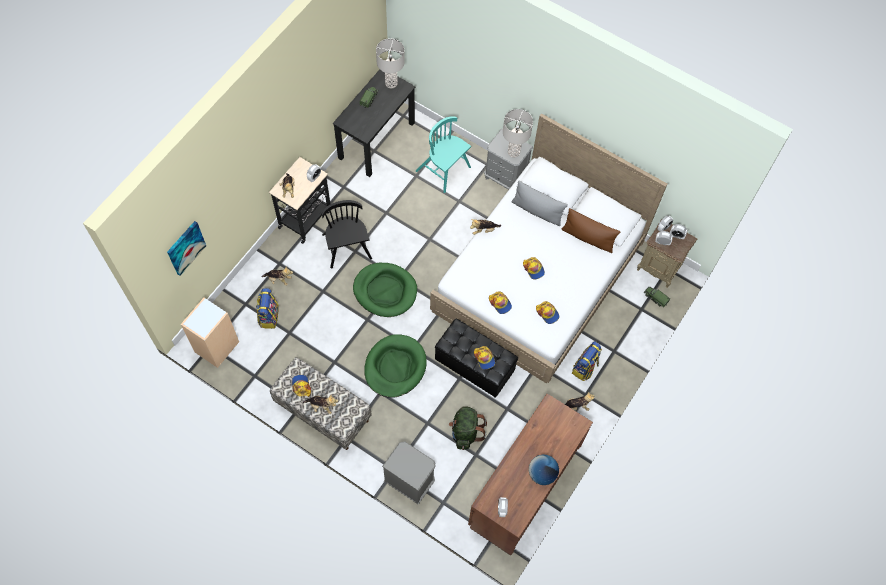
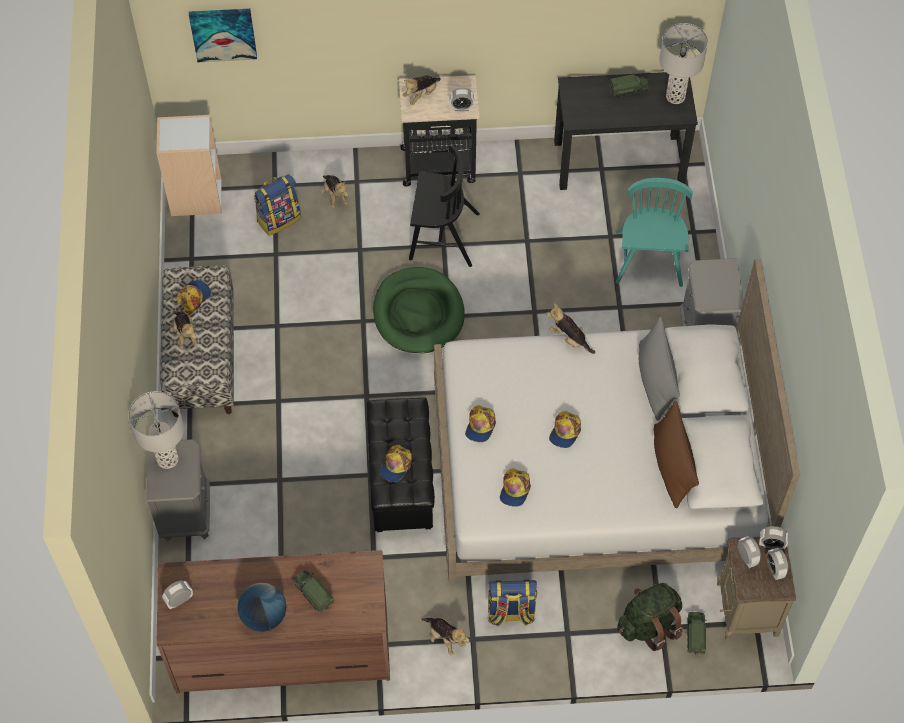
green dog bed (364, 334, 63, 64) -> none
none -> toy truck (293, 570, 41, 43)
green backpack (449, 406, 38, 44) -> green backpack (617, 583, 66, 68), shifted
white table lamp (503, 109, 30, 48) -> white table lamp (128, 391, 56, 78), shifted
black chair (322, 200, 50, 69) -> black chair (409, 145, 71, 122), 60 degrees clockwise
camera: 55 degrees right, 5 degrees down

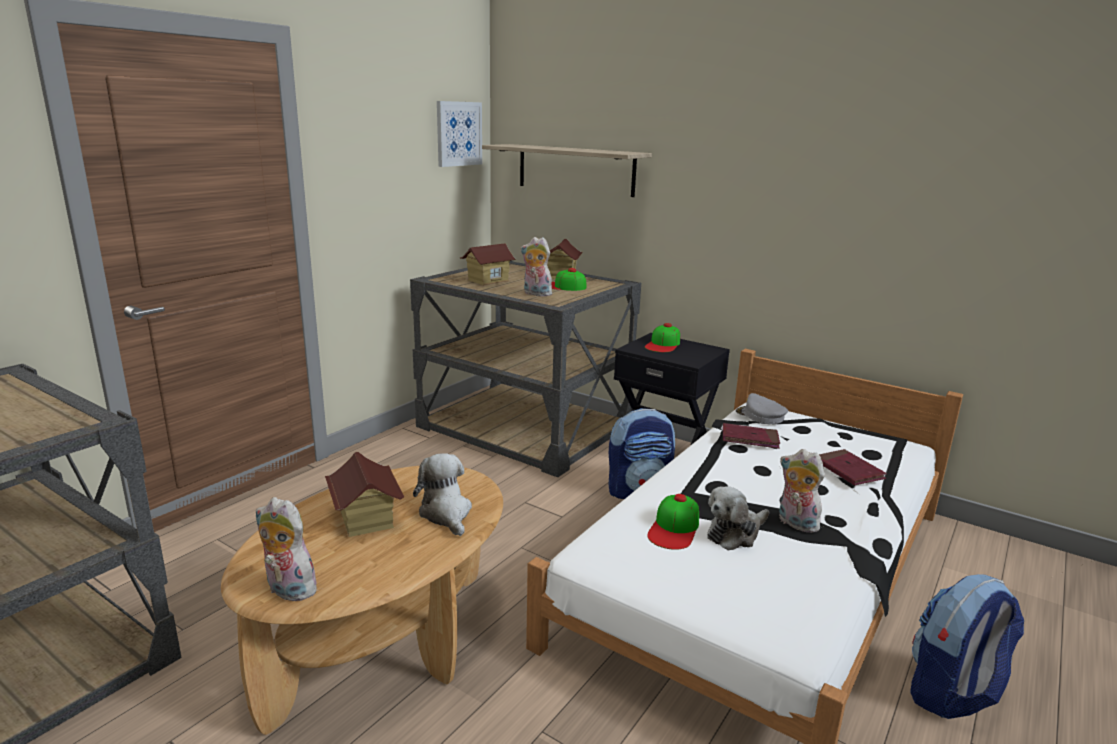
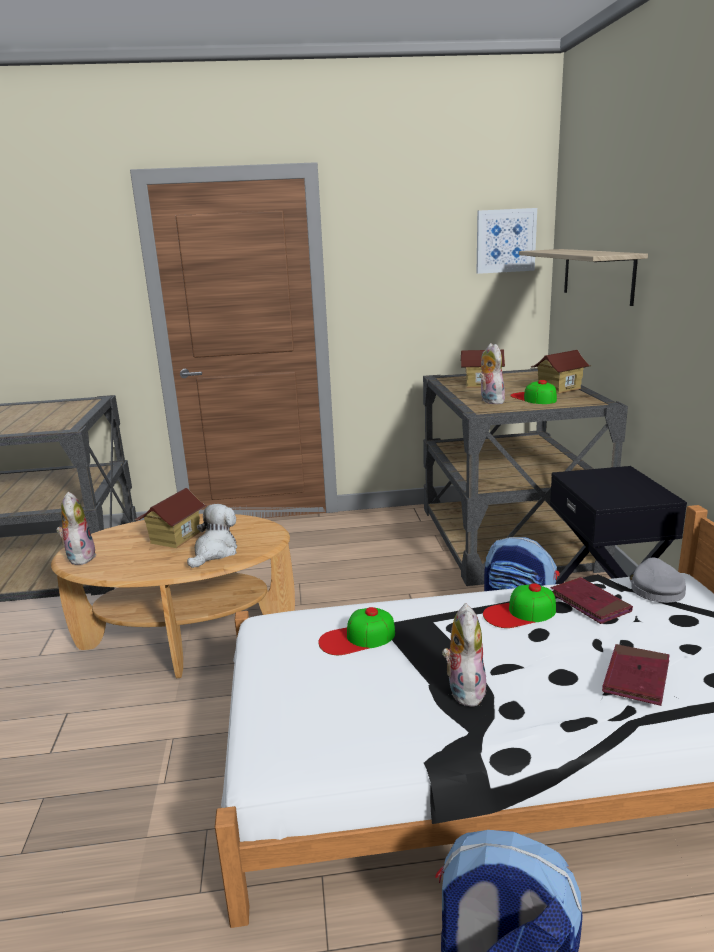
plush toy (707, 486, 62, 64) -> none
cap (645, 323, 35, 29) -> cap (483, 583, 73, 45), shifted
camera: 50 degrees right, 0 degrees up

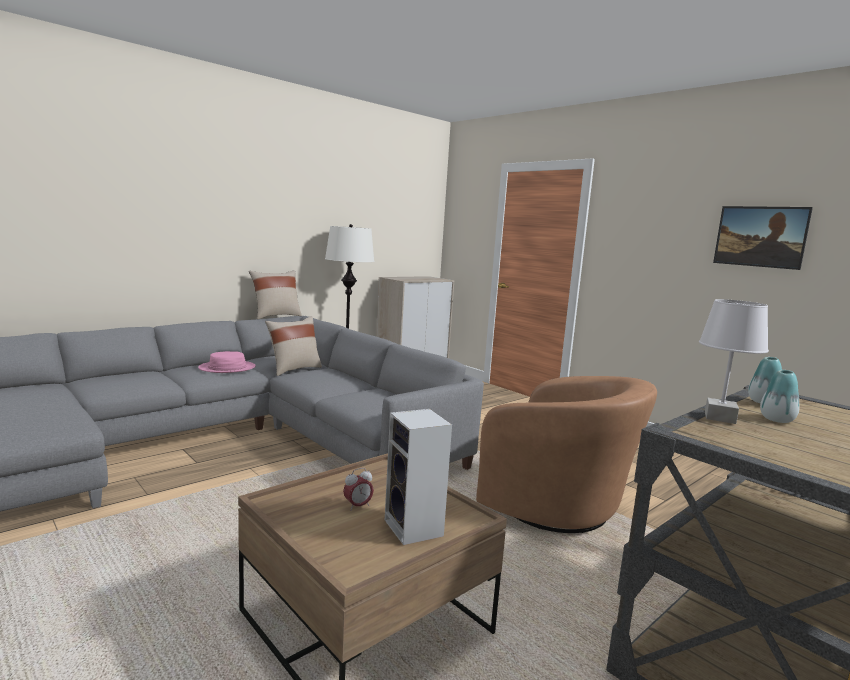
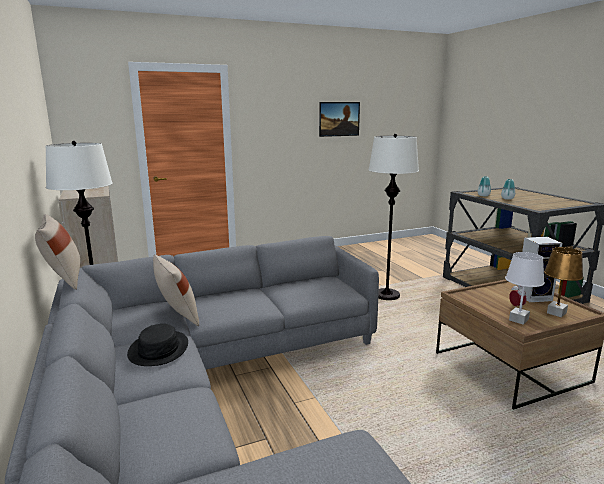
none -> brown table lamp (544, 247, 39, 70)
white table lamp (699, 299, 70, 125) -> white table lamp (505, 252, 40, 73), shifted
brown armchair (476, 376, 181, 157) -> white floor lamp (368, 134, 51, 166)
pink hat (198, 351, 57, 22) -> black hat (127, 324, 61, 42)
camera: 70 degrees left, 5 degrees up

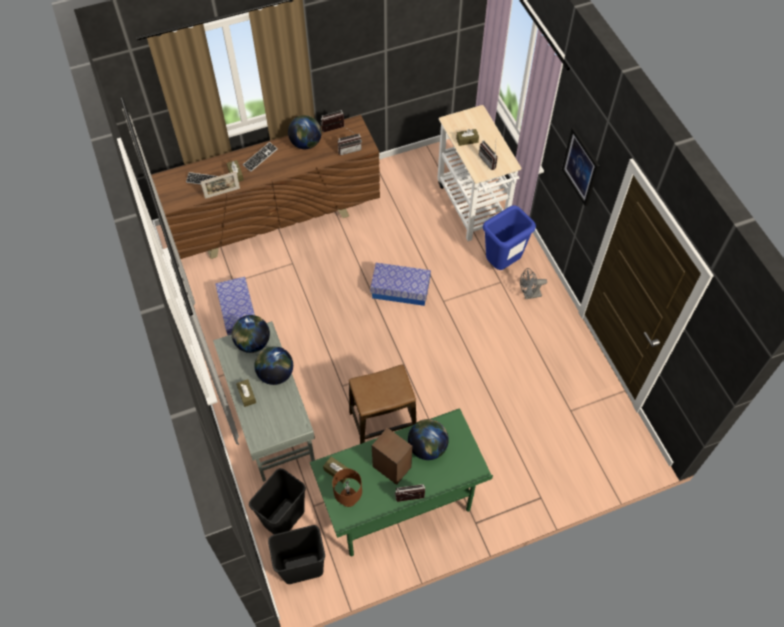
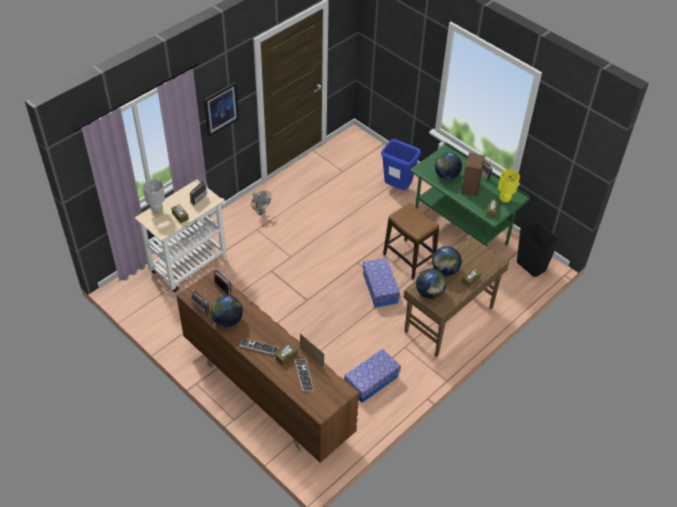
black trash can (249, 468, 57, 66) -> none
none -> grey table lamp (143, 179, 22, 35)
storage box (370, 263, 61, 43) -> storage box (363, 258, 37, 49), shifted
blue trash can (483, 206, 53, 64) -> blue trash can (381, 139, 40, 51), shifted
grey console table (213, 321, 102, 161) -> brown console table (403, 236, 106, 121)
brown table lamp (332, 468, 30, 39) -> yellow table lamp (498, 170, 22, 33)
camera: 115 degrees left, 10 degrees down

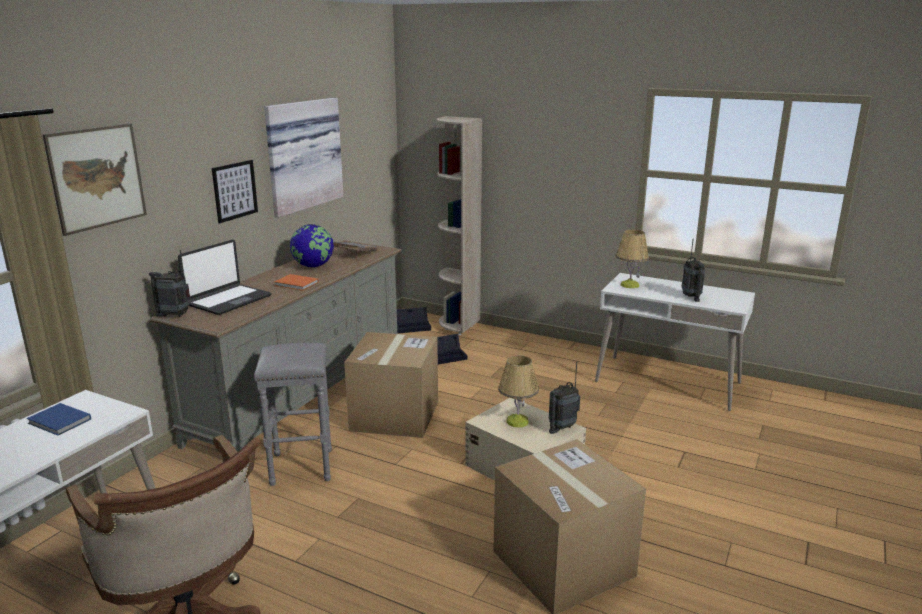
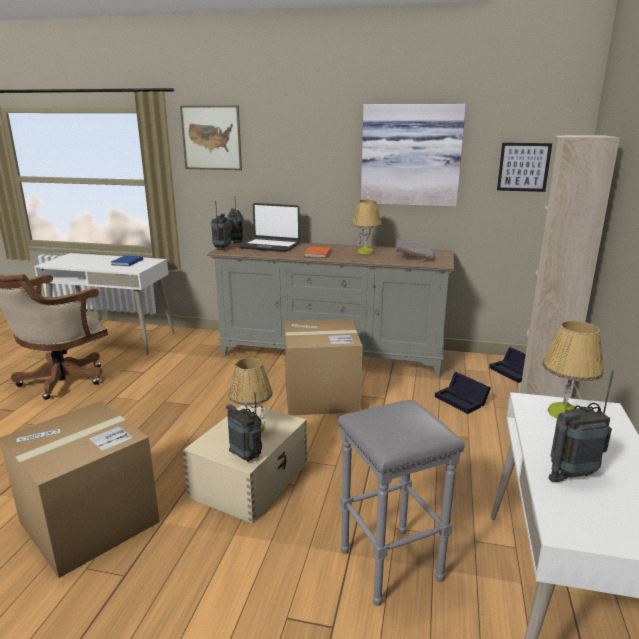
none -> radio (211, 201, 20, 49)
picture (212, 160, 46, 63) -> picture (497, 143, 55, 49), shifted
grey stool (254, 343, 78, 143) -> grey stool (338, 400, 127, 206), shifted
globe (290, 224, 44, 43) -> table lamp (352, 200, 30, 54)
camera: 75 degrees right, 0 degrees up

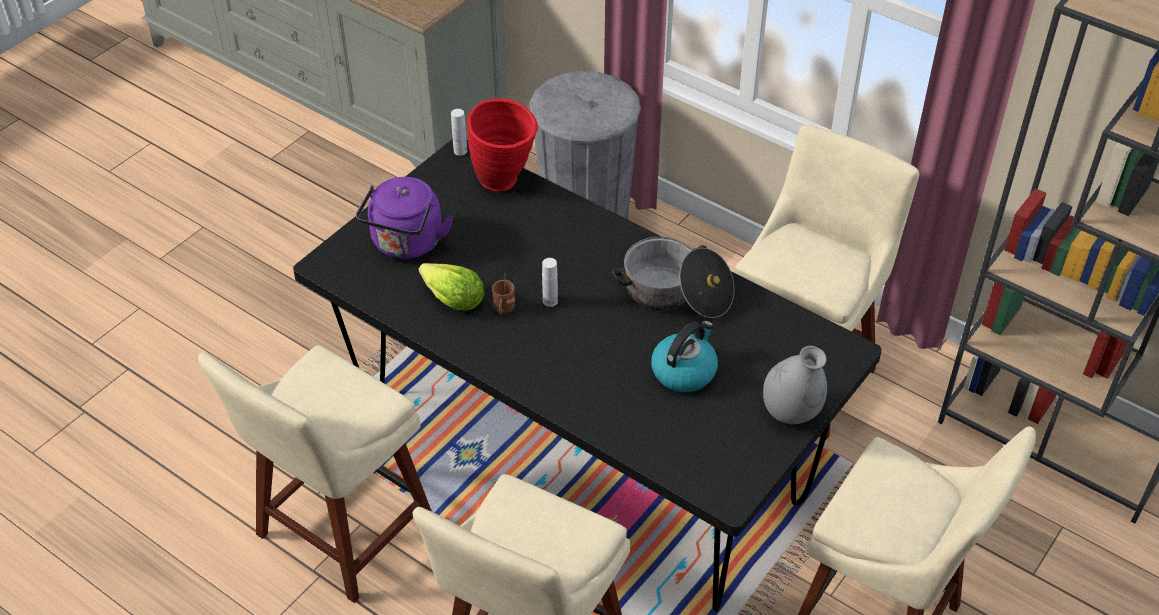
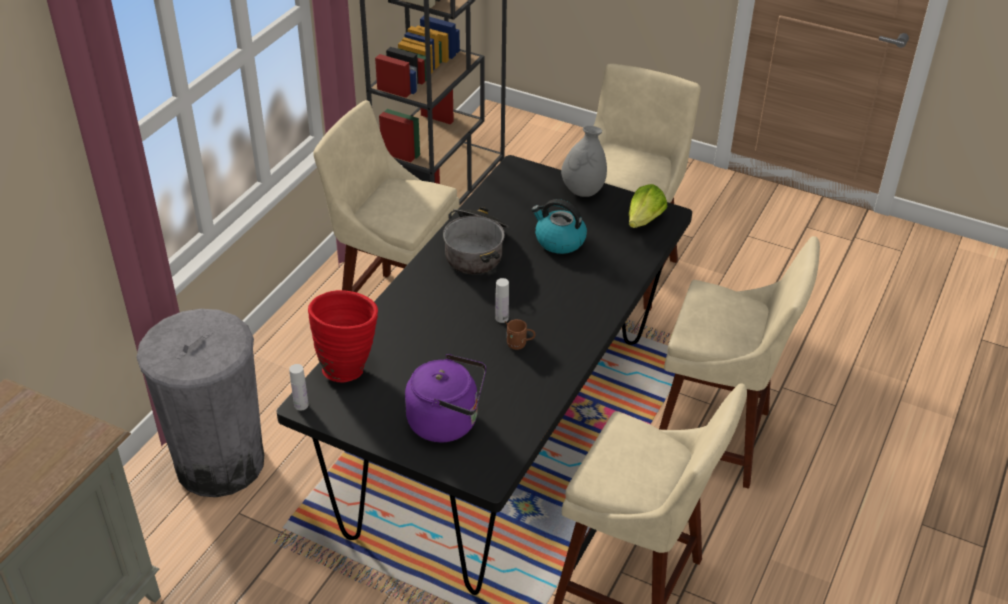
lettuce (419, 263, 66, 48) -> lettuce (629, 184, 39, 44), shifted
camera: 100 degrees left, 5 degrees down

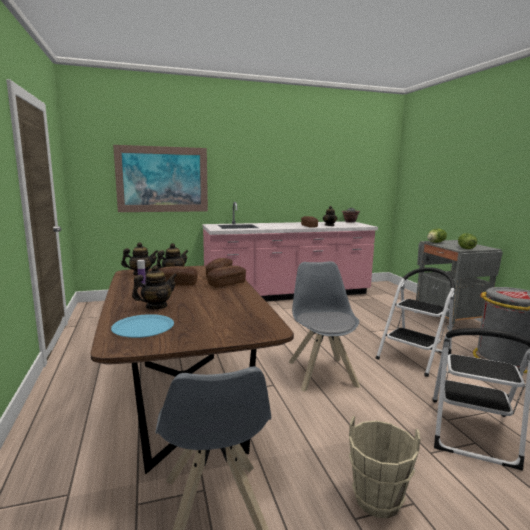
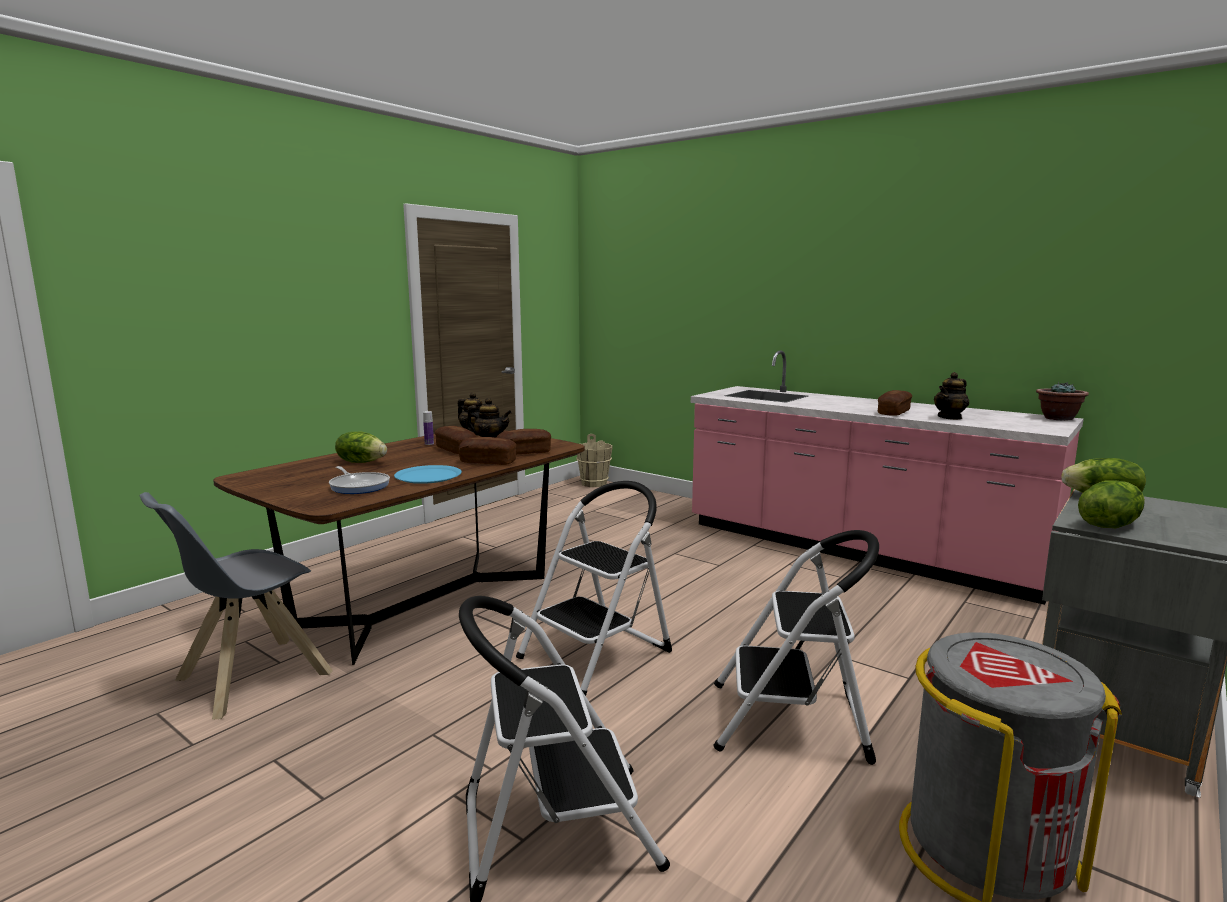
picture (113, 145, 95, 67) -> none
none -> frying pan (329, 466, 61, 28)
blue plate (111, 314, 63, 24) -> blue plate (394, 465, 68, 19), shifted
beige bucket (349, 416, 71, 102) -> beige bucket (576, 434, 37, 53), shifted
teapot (132, 265, 45, 44) -> lettuce (335, 432, 52, 31)
grey chair (288, 261, 72, 131) -> step ladder (516, 481, 156, 215)
camera: 55 degrees right, 0 degrees up

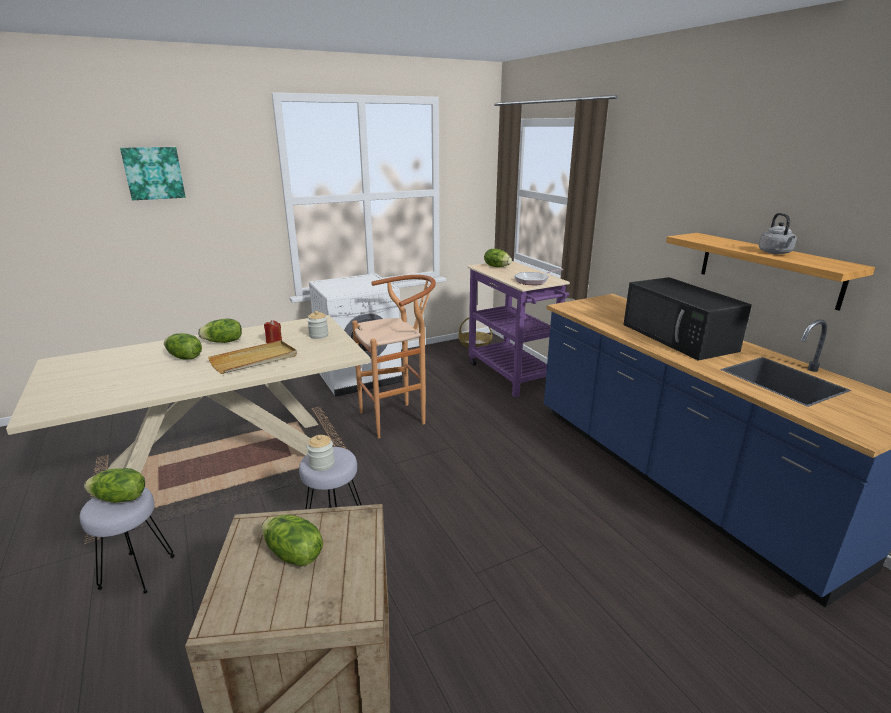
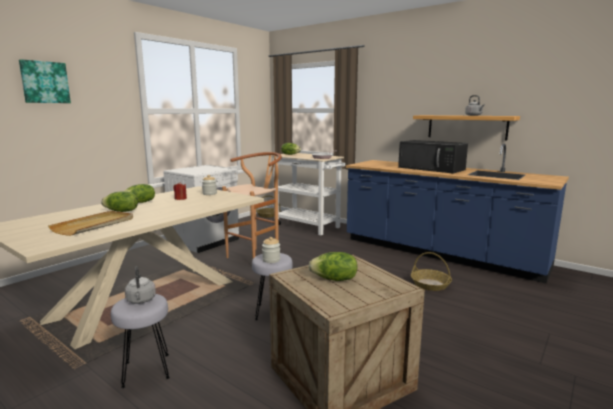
none -> basket (411, 252, 41, 39)
beige tray (208, 340, 89, 34) -> beige tray (48, 211, 85, 25), shifted
lettuce (84, 468, 61, 35) -> grey kettle (125, 266, 31, 38)
purple cart (467, 261, 103, 136) -> white cart (271, 153, 74, 82)
camera: 25 degrees left, 10 degrees down

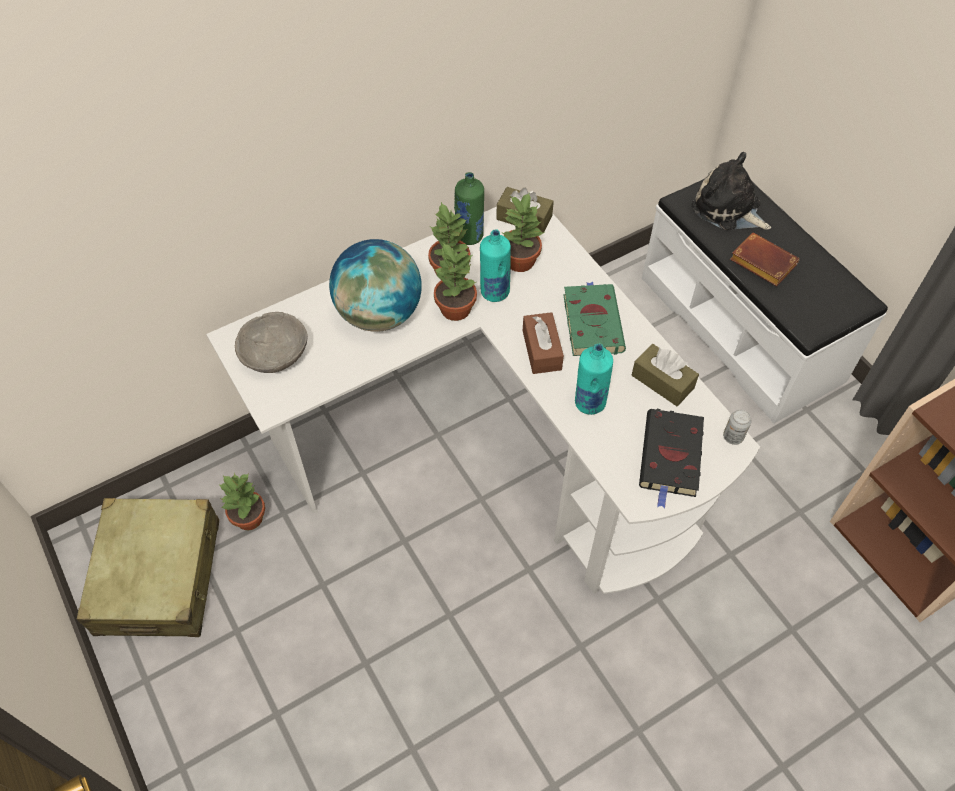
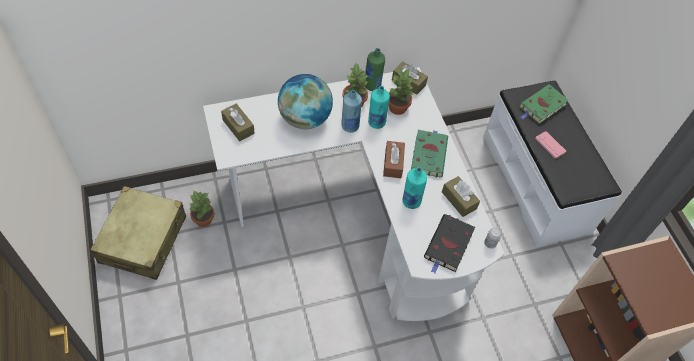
grey bowl (235, 312, 73, 61) -> brown tissue box (221, 104, 34, 37)
potted plant (434, 242, 43, 79) -> blue bottle (342, 90, 20, 43)
plush toy (692, 152, 79, 78) -> green book (519, 84, 50, 40)
brown book (730, 232, 70, 55) -> pink game controller (535, 131, 31, 27)
camera: 10 degrees right, 0 degrees up

